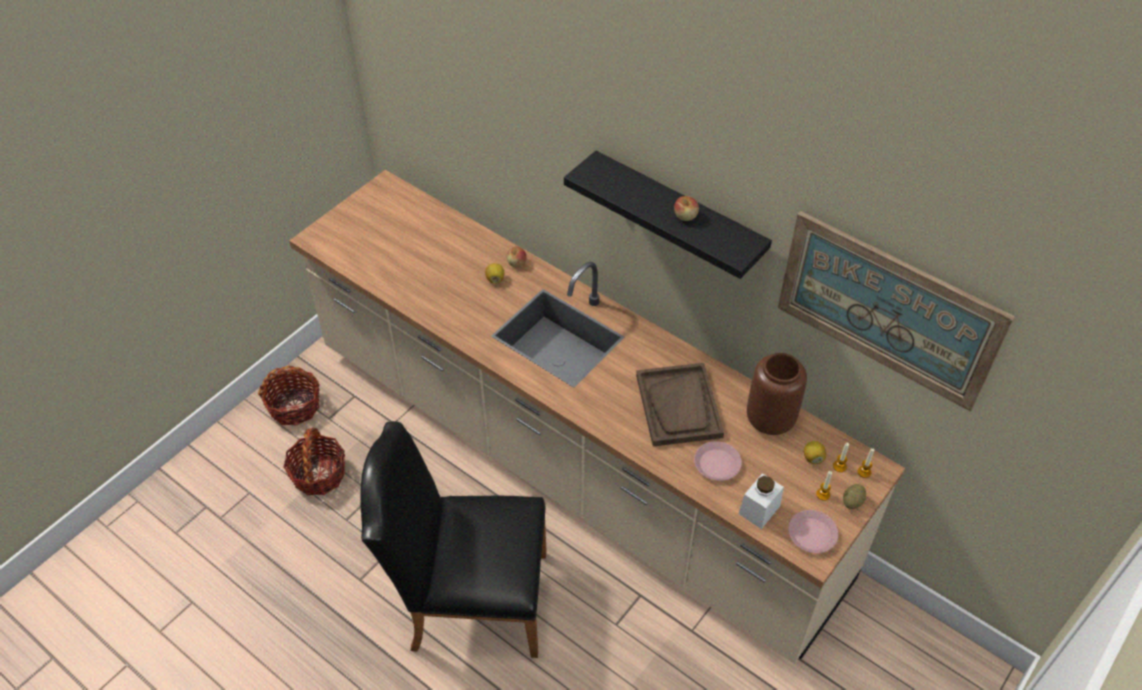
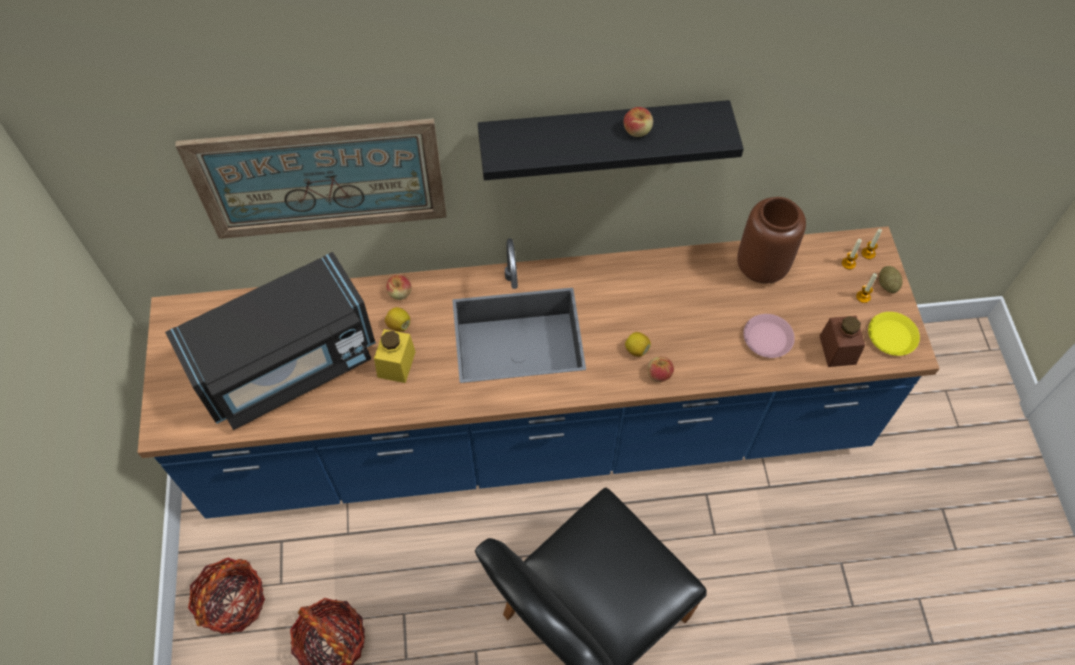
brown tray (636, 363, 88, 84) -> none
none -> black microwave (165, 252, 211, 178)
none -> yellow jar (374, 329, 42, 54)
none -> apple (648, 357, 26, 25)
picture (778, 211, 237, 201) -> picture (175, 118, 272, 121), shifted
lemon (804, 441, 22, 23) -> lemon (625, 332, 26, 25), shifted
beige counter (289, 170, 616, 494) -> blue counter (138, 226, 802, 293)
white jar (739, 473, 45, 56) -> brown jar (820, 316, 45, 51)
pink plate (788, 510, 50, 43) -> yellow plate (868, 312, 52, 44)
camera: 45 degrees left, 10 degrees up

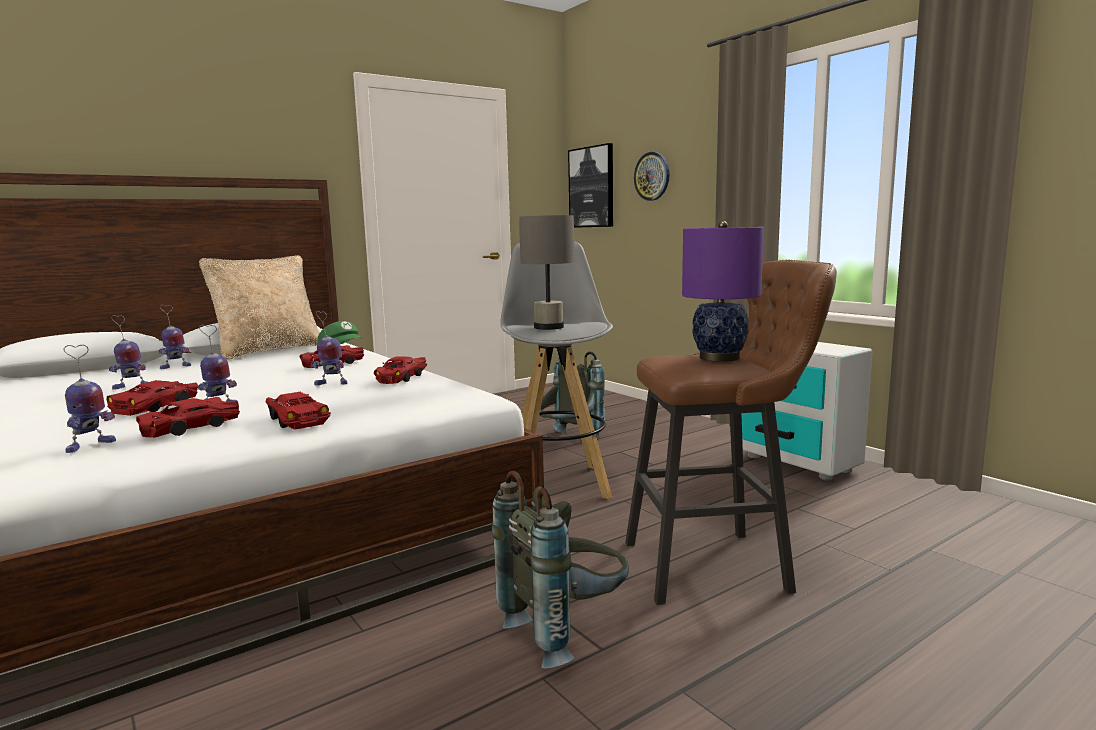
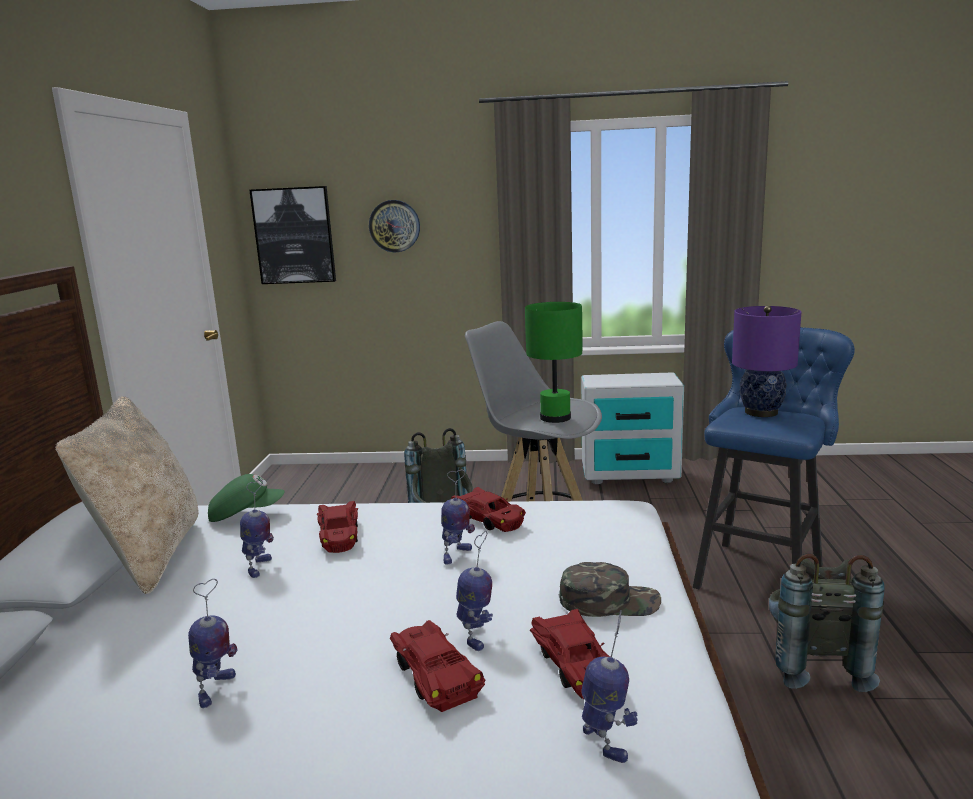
toy robot (159, 305, 32, 64) -> toy robot (240, 479, 34, 99), shifted
red toy car (266, 392, 65, 38) -> green cap (559, 562, 102, 55)
grey table lamp (519, 215, 55, 115) -> green table lamp (525, 302, 57, 121)
brown stool (625, 260, 212, 345) -> blue stool (693, 327, 162, 262)
camera: 50 degrees left, 5 degrees up

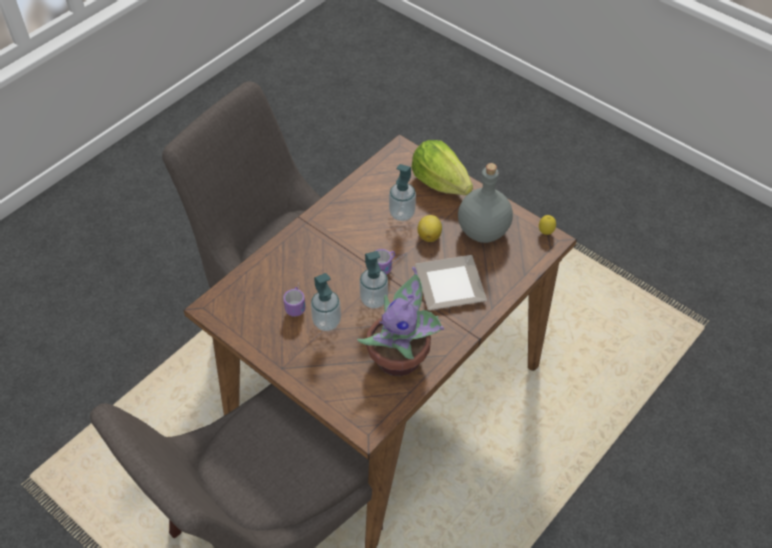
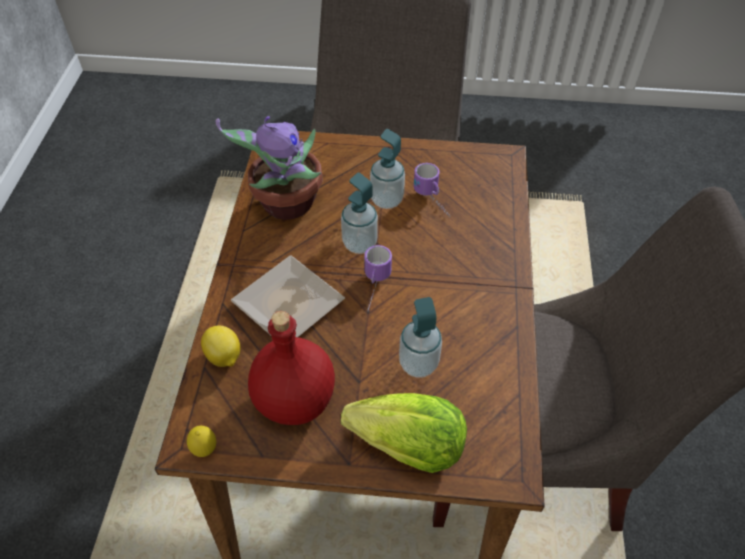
lemon (417, 215, 25, 27) -> lemon (201, 326, 40, 41), shifted
grey bottle (458, 163, 55, 80) -> red bottle (248, 311, 87, 114)
camera: 145 degrees right, 0 degrees up

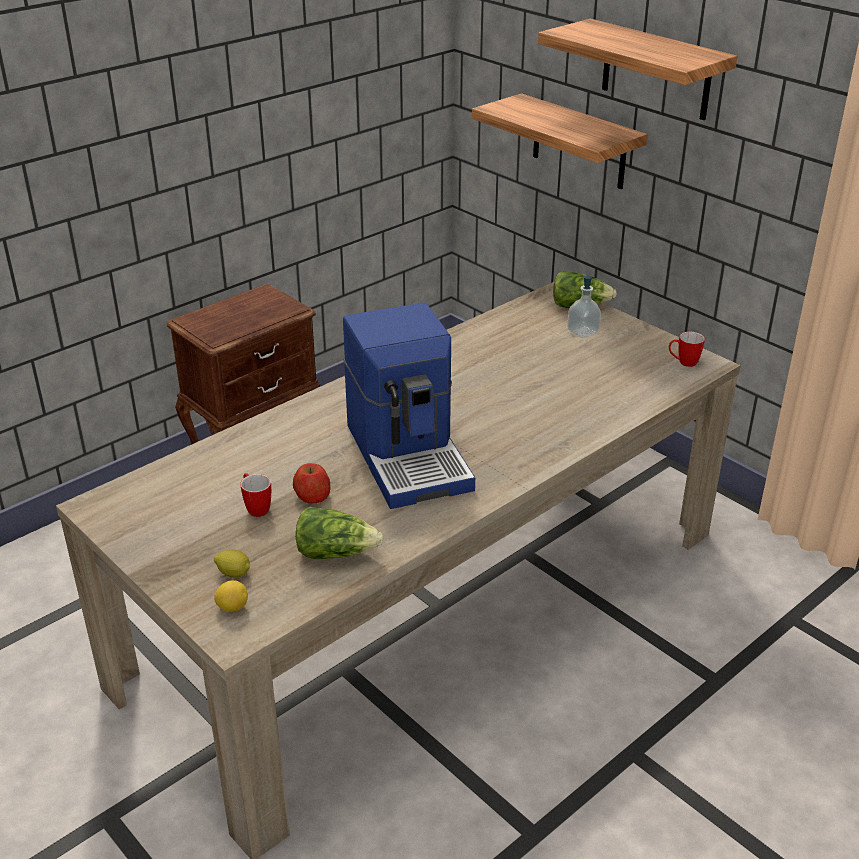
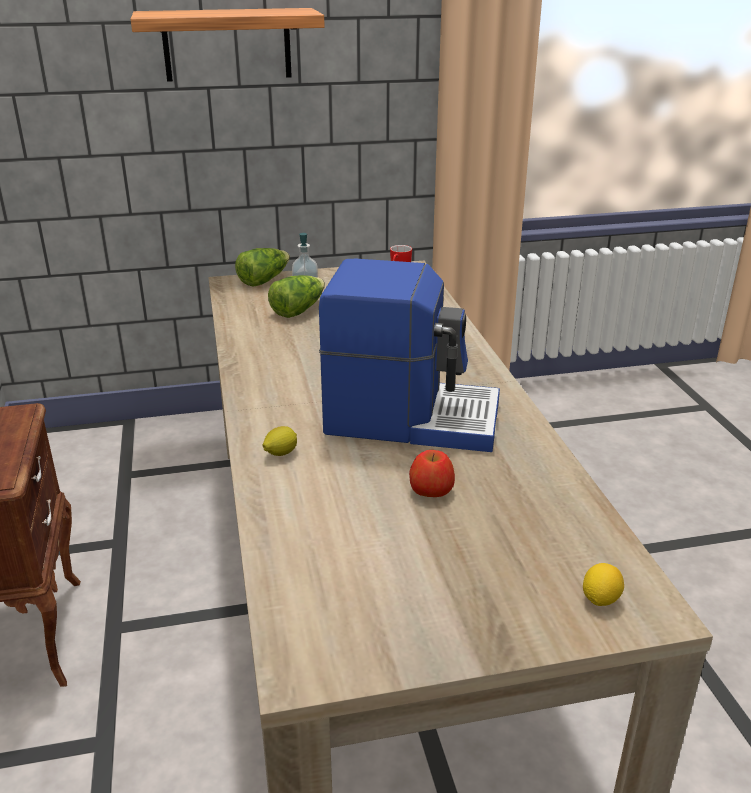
mug (240, 473, 31, 44) -> none
shelf (472, 93, 176, 96) -> none
lemon (214, 549, 36, 29) -> lemon (262, 426, 35, 30), shifted
lettuce (296, 507, 87, 52) -> lettuce (268, 275, 57, 43), shifted
camera: 60 degrees left, 5 degrees down

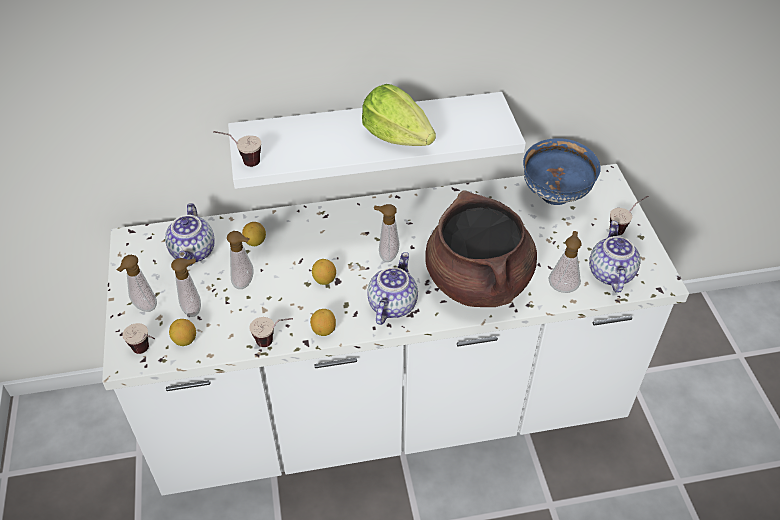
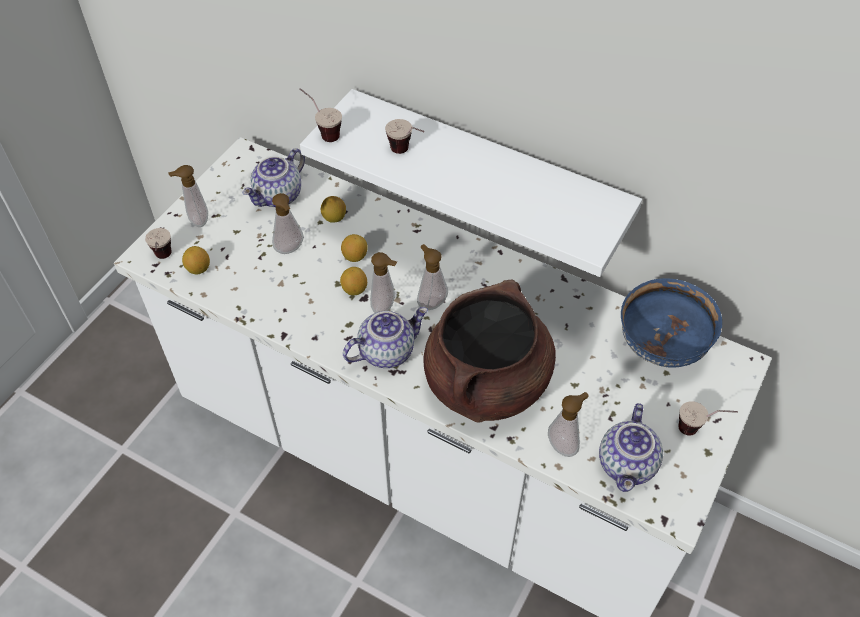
lettuce (362, 84, 74, 62) -> none
soap dispenser (171, 258, 30, 59) -> soap dispenser (370, 252, 27, 61), shifted
cup (249, 317, 44, 30) -> cup (385, 119, 39, 35), shifted
lemon (310, 309, 26, 27) -> lemon (341, 234, 27, 28), shifted
teapot (589, 221, 52, 72) -> teapot (599, 403, 64, 89), 150 degrees clockwise
camera: 40 degrees right, 5 degrees up

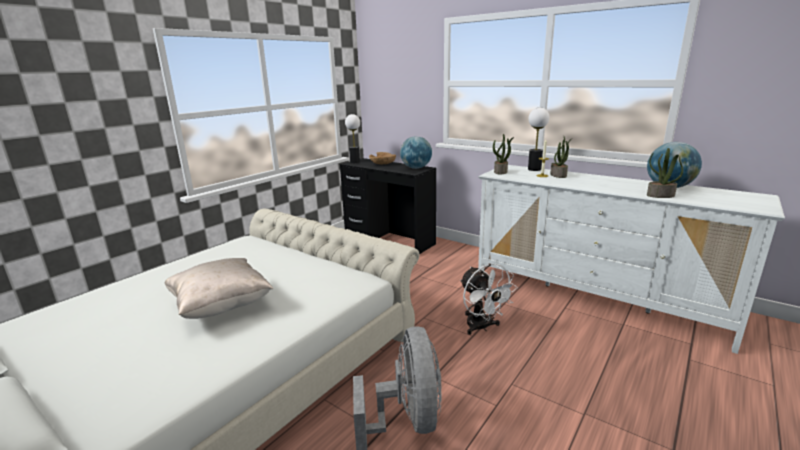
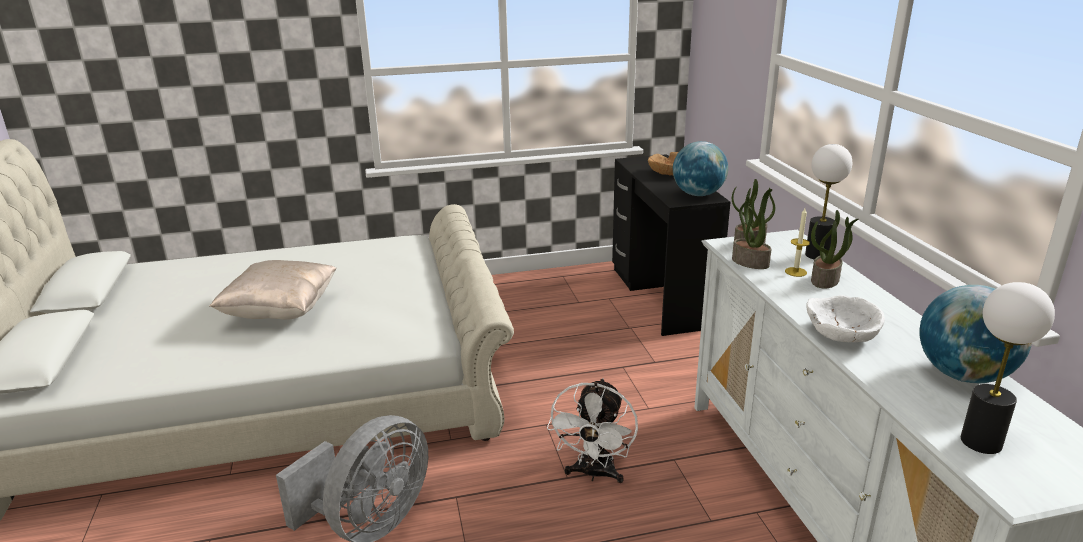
none -> white bowl (806, 295, 79, 48)
table lamp (345, 114, 15, 49) -> table lamp (961, 282, 94, 172), shifted
potted plant (647, 148, 36, 50) -> potted plant (732, 194, 40, 75), shifted
camera: 40 degrees right, 5 degrees up

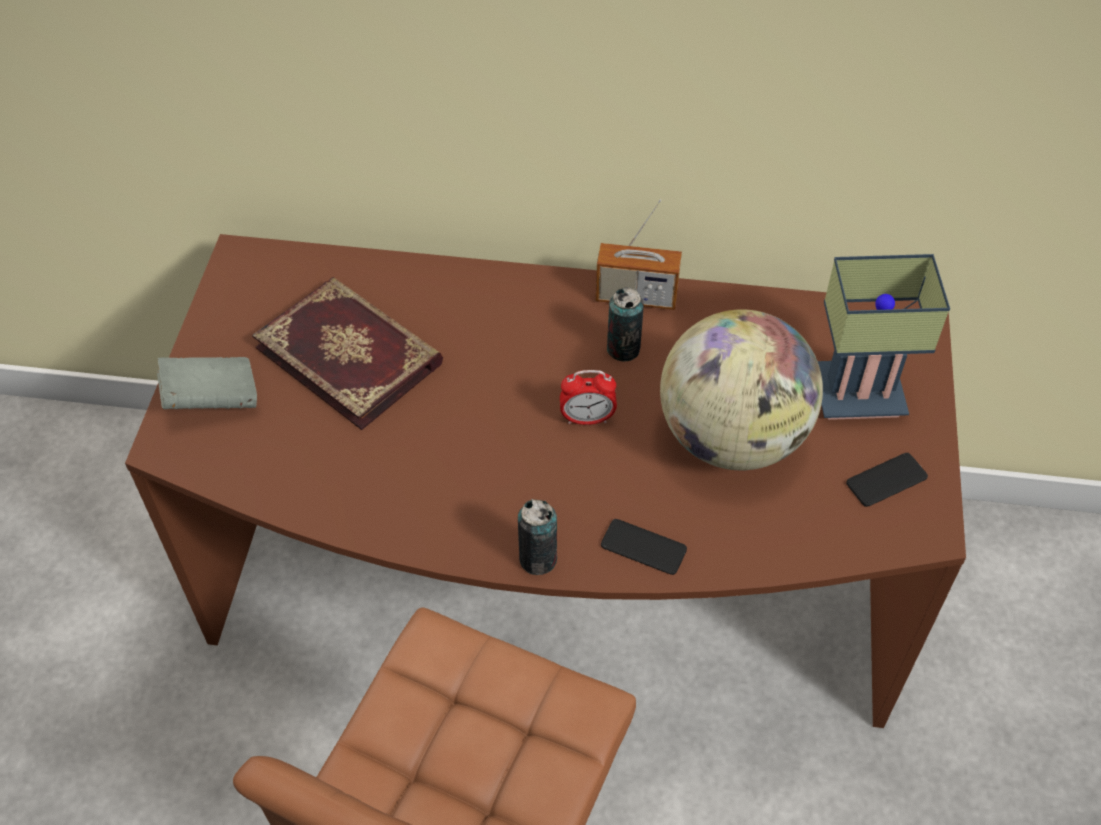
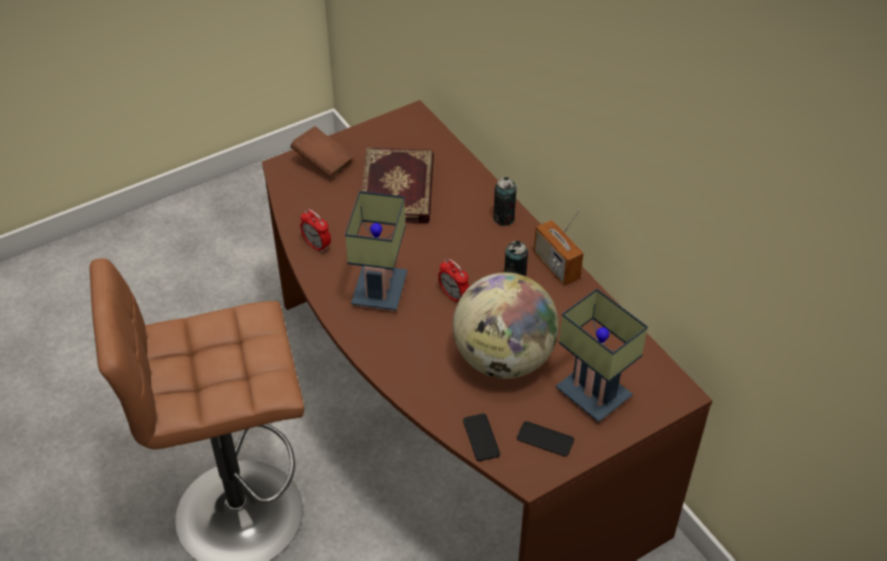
none -> alarm clock (300, 209, 31, 44)
none -> table lamp (345, 191, 62, 120)
can (518, 499, 39, 76) -> can (494, 177, 22, 49), shifted
phone (601, 519, 86, 56) -> phone (463, 413, 37, 48), shifted
grey book (157, 357, 100, 52) -> brown book (290, 126, 64, 52)
camera: 50 degrees right, 5 degrees down

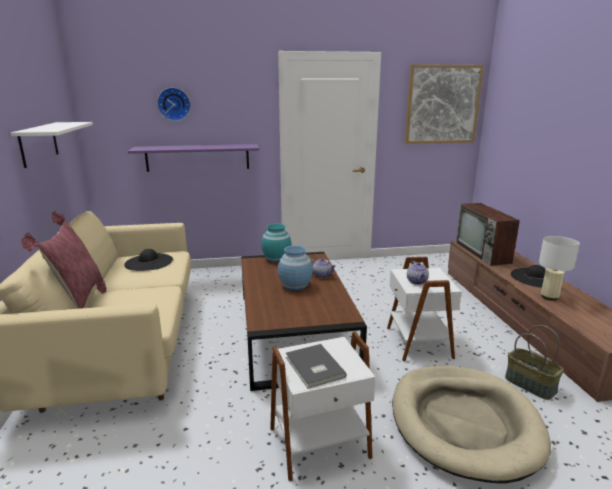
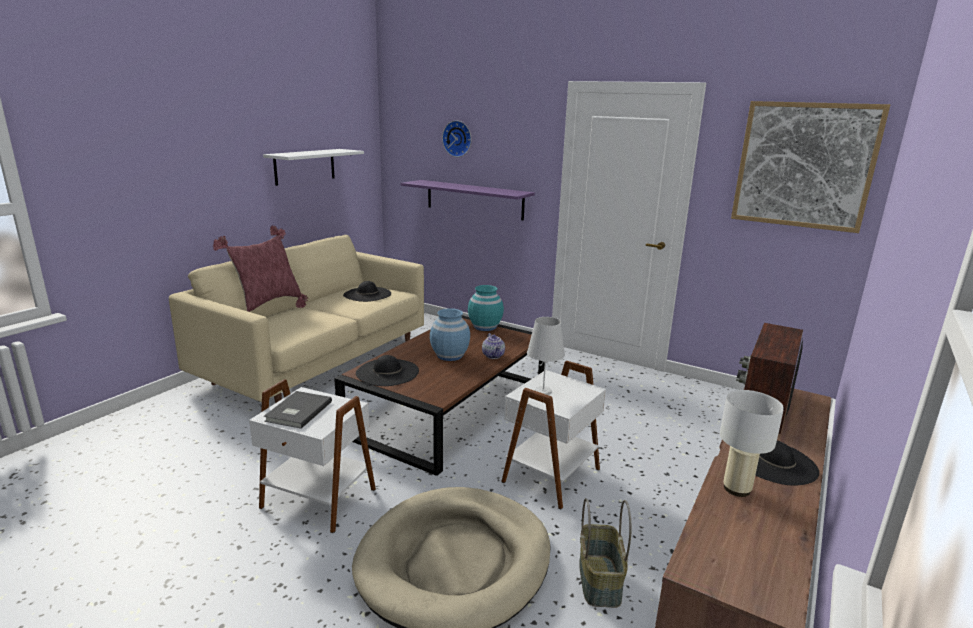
none -> black hat (356, 355, 63, 31)
teapot (407, 261, 22, 24) -> white table lamp (527, 317, 38, 78)
camera: 40 degrees right, 0 degrees up

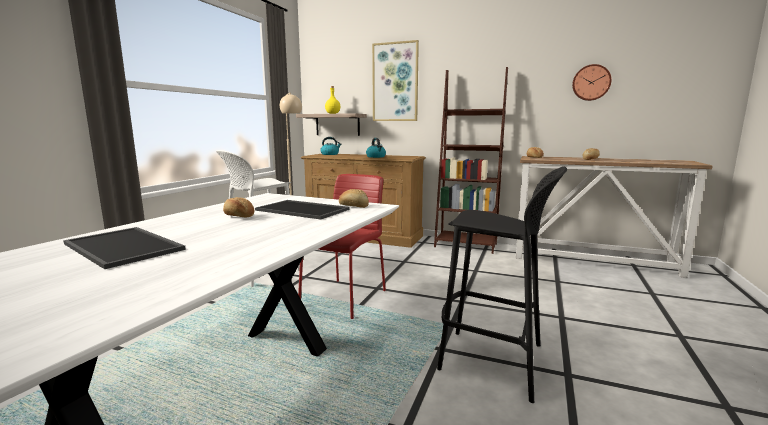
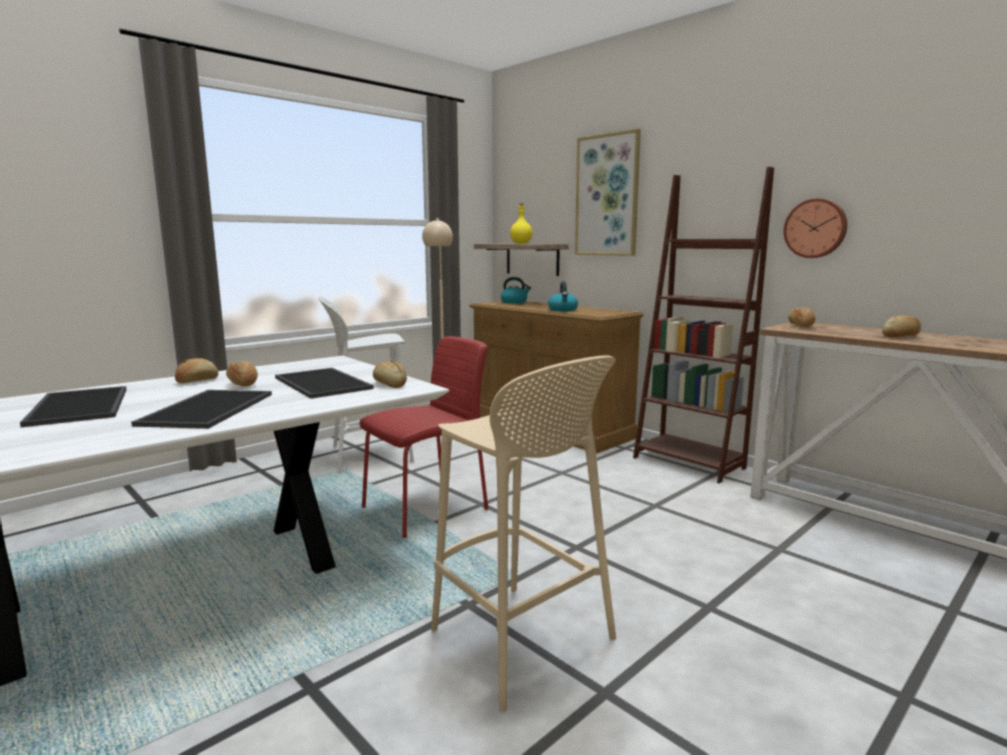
none -> tray (131, 390, 141, 39)
none -> bread (175, 358, 44, 25)
wall clock (572, 64, 40, 37) -> wall clock (784, 198, 63, 60), shifted
black stool (437, 167, 130, 236) -> beige stool (431, 355, 185, 358)
camera: 25 degrees right, 0 degrees up

